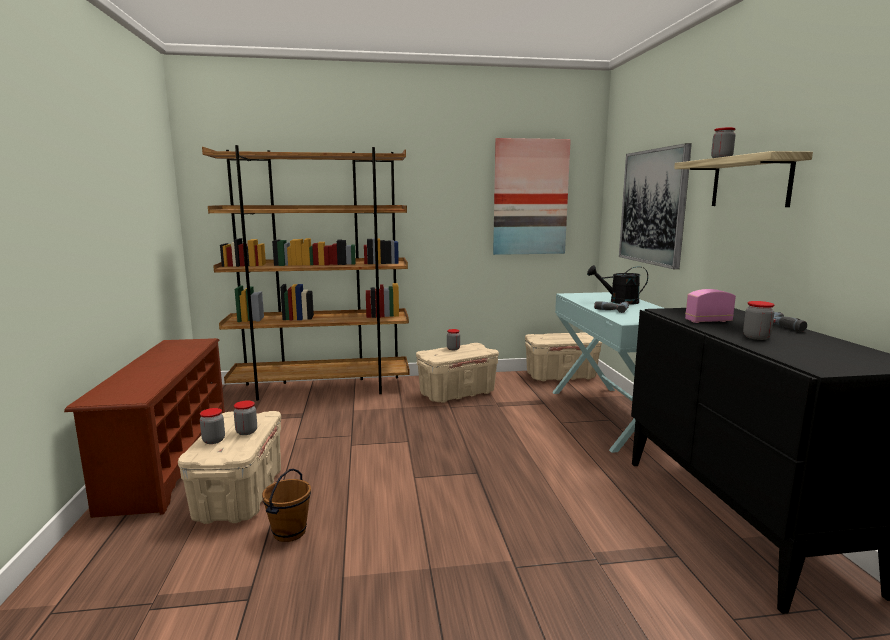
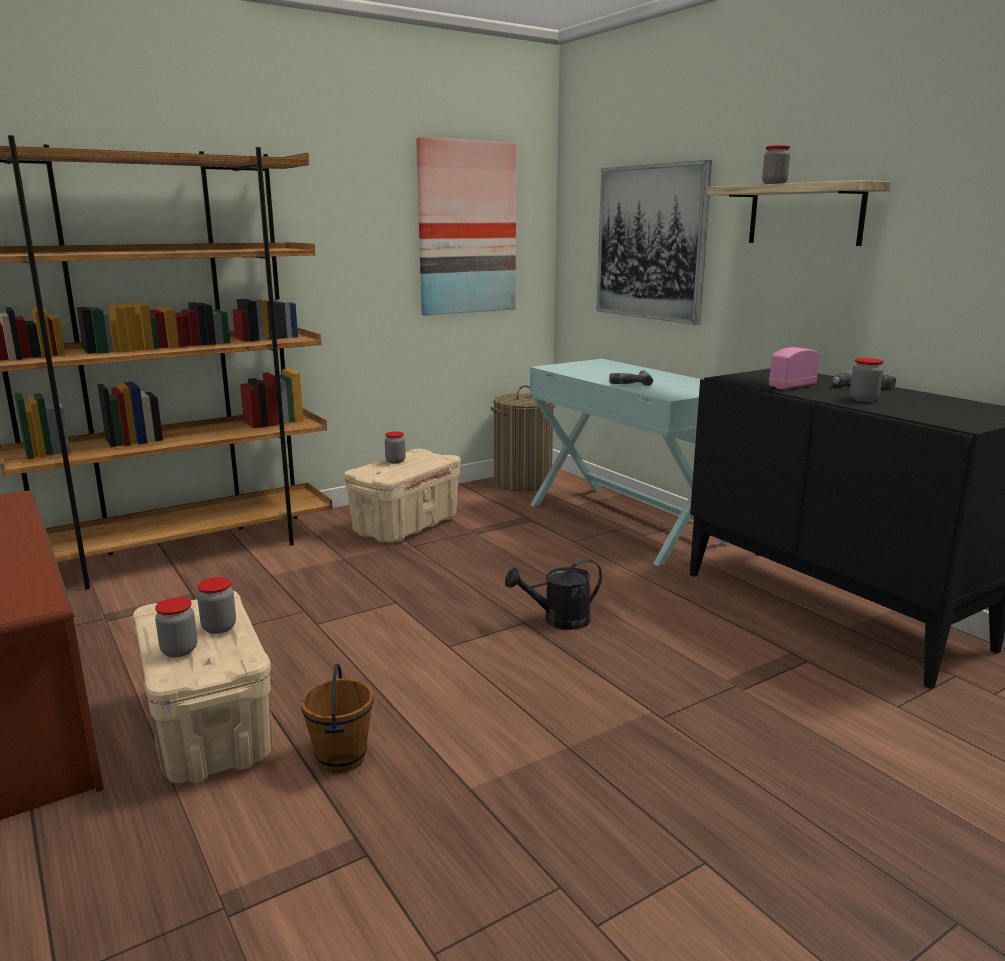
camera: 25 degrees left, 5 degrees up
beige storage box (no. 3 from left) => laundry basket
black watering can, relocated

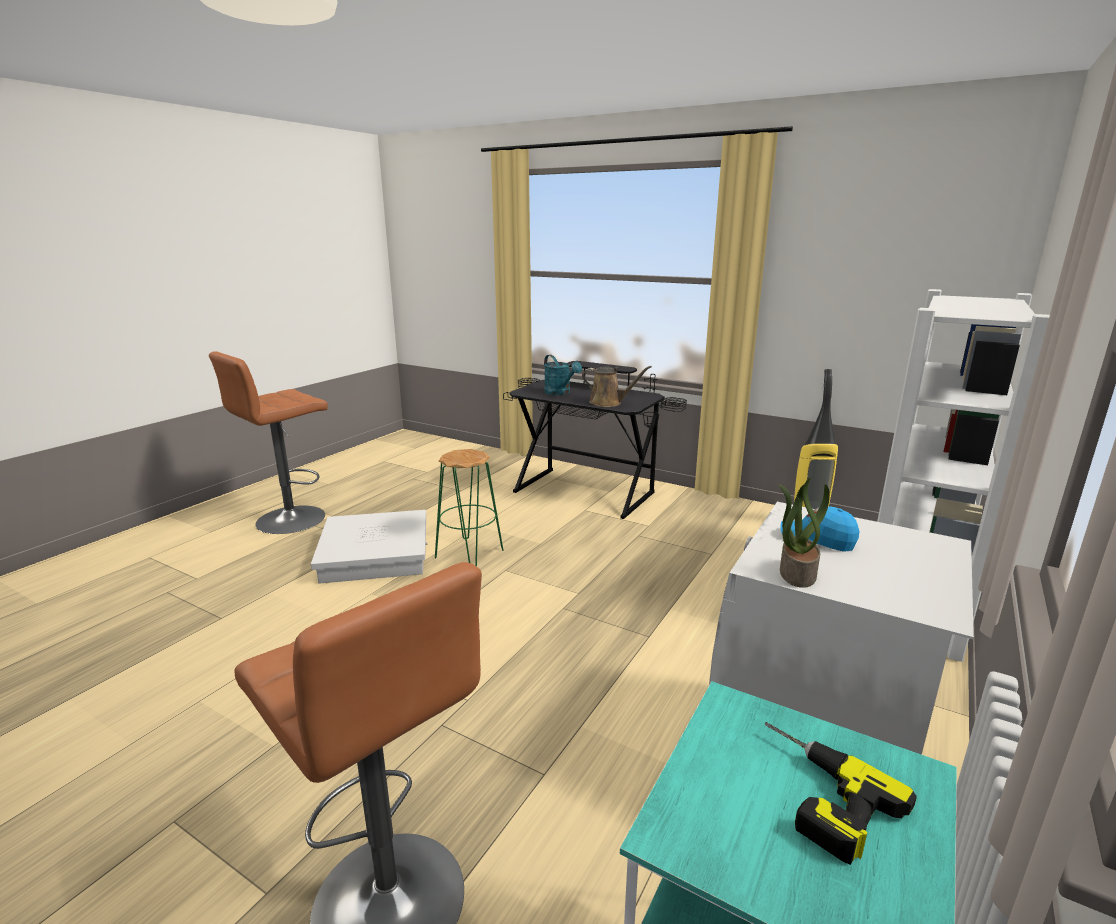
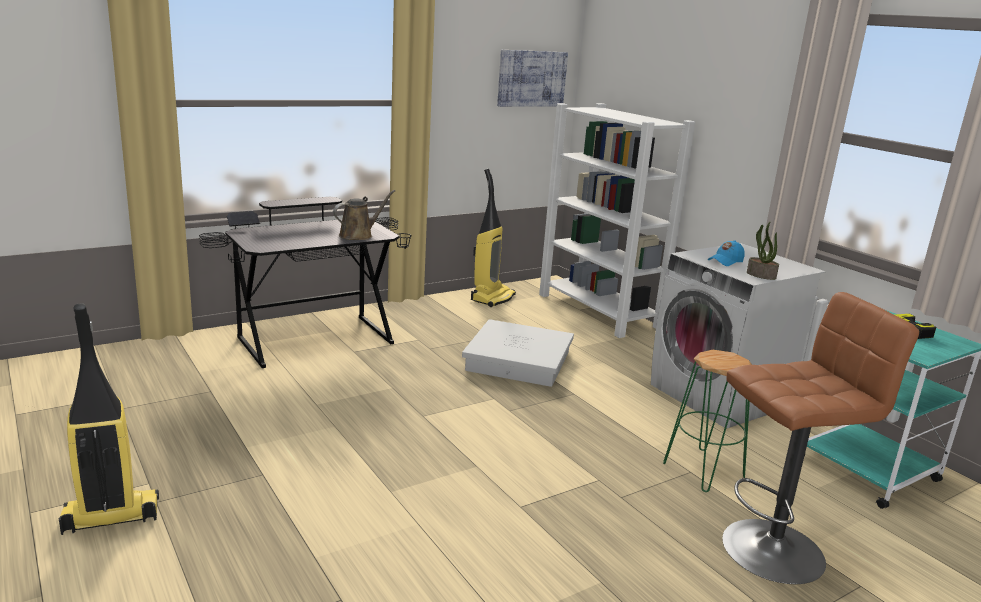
camera: 65 degrees left, 0 degrees up
brown stool (no. 1 from left) => vacuum cleaner (no. 1 from left)
white storage box, relocated
nothing => picture
green stool, relocated
turquoise watering can => nothing

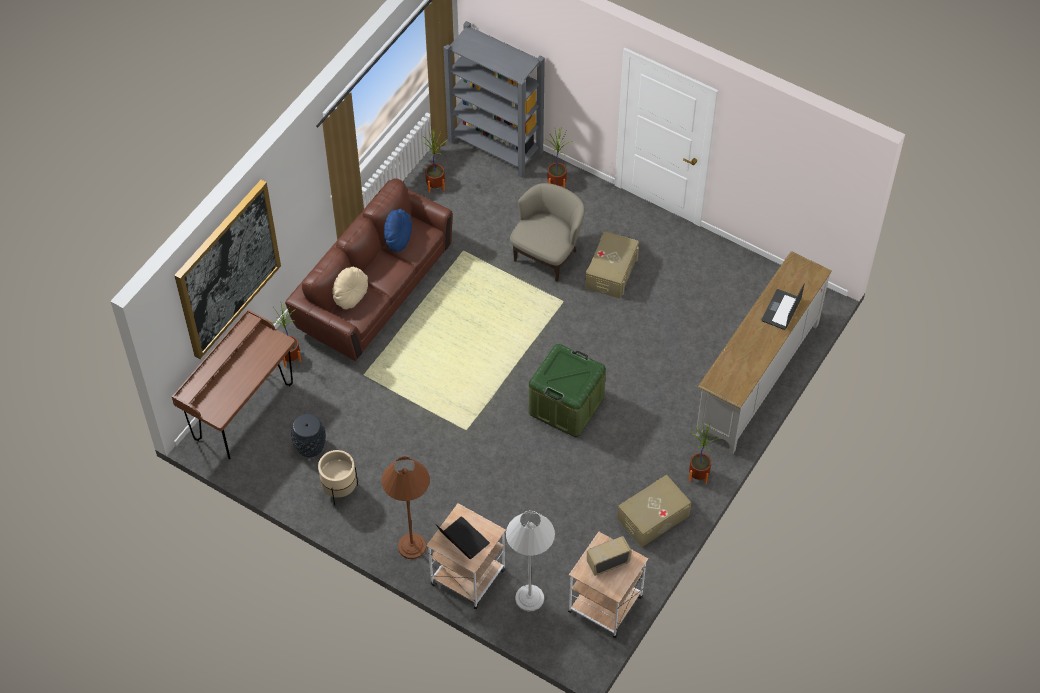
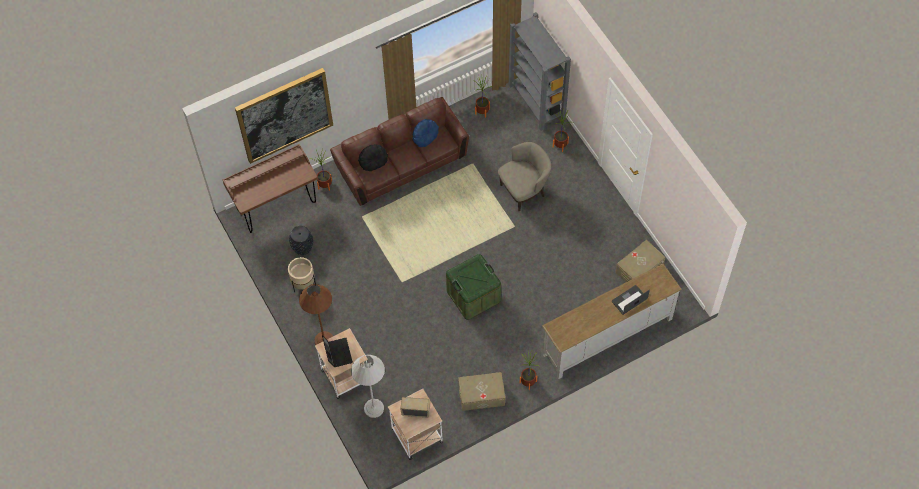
camera: 30 degrees right, 5 degrees up
beige pillow => black pillow
beige storage box (no. 1 from left in the first image) => beige storage box (no. 2 from left), relocated

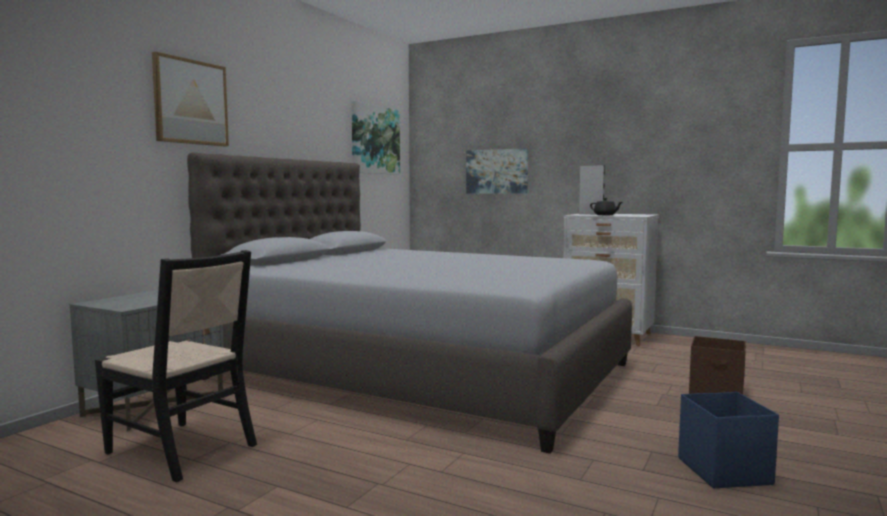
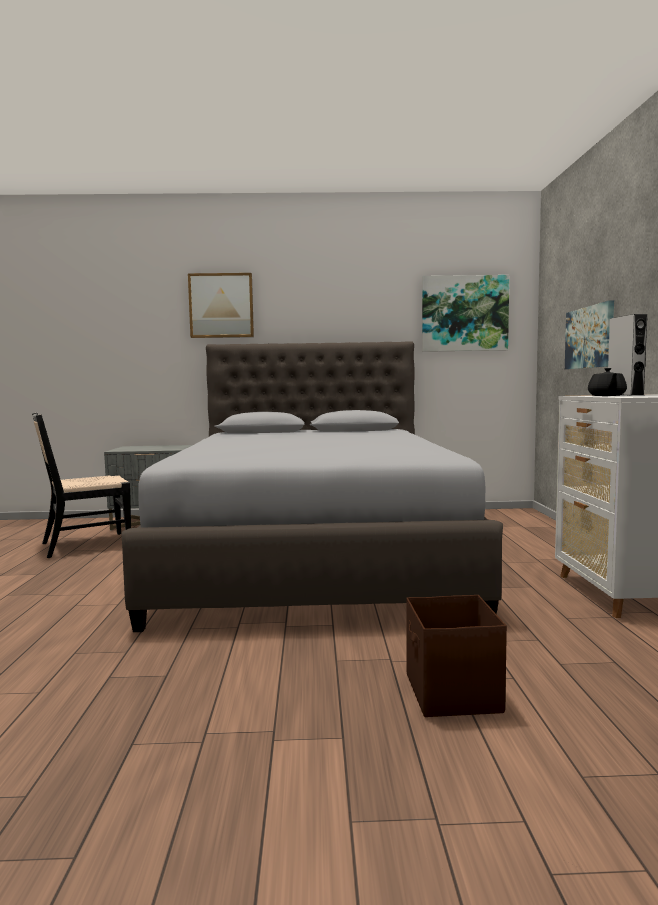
camera: 60 degrees right, 0 degrees up
chair, 60 degrees clockwise
blue storage box => nothing

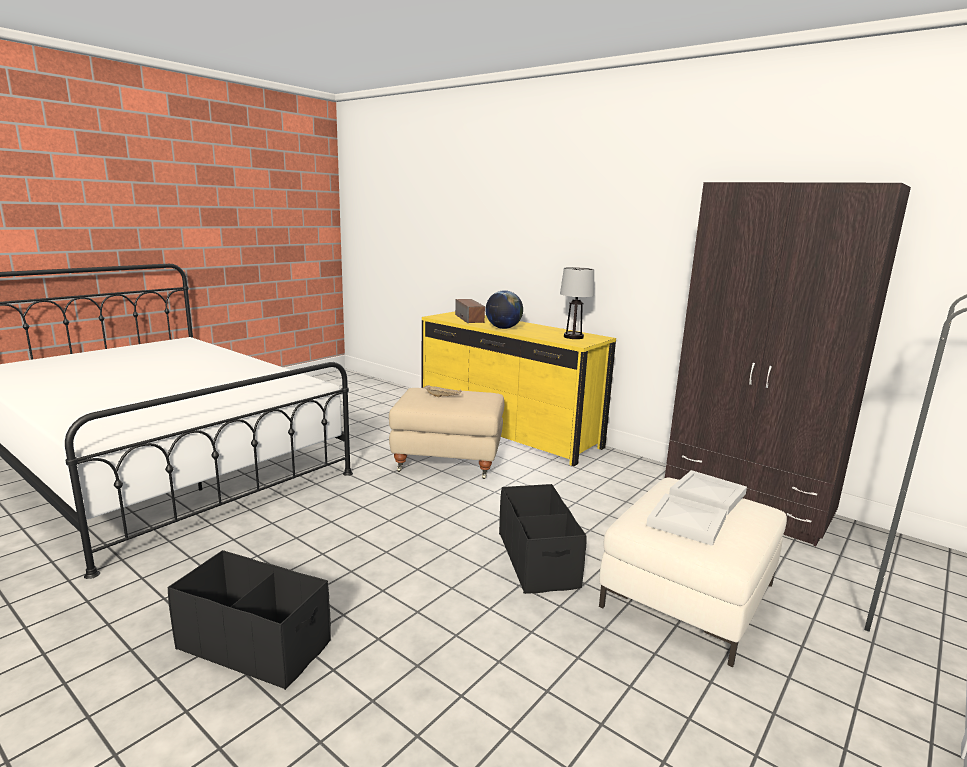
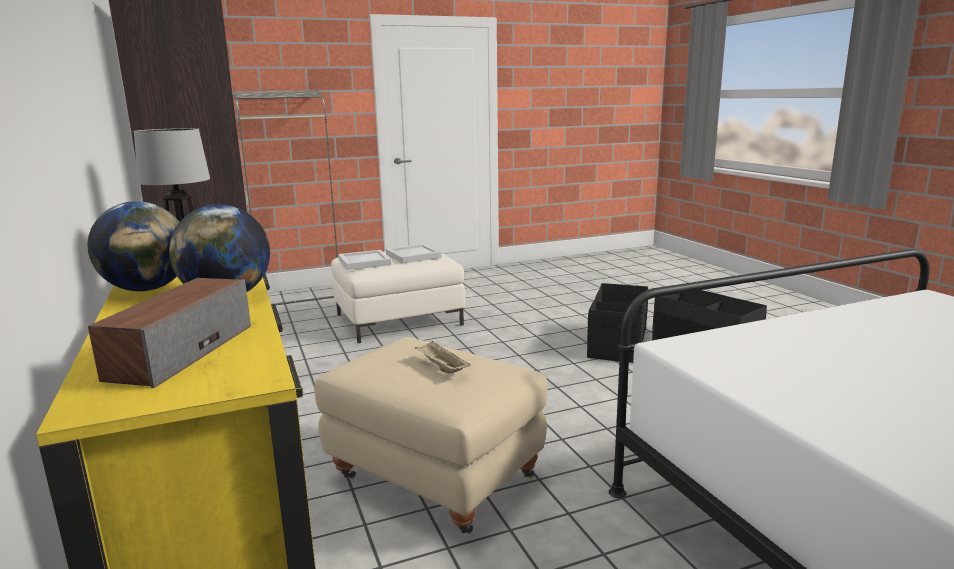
camera: 150 degrees left, 0 degrees up
nothing => globe (no. 1 from left)
black storage box (no. 2 from left in the first image) => black storage box (no. 1 from left), relocated

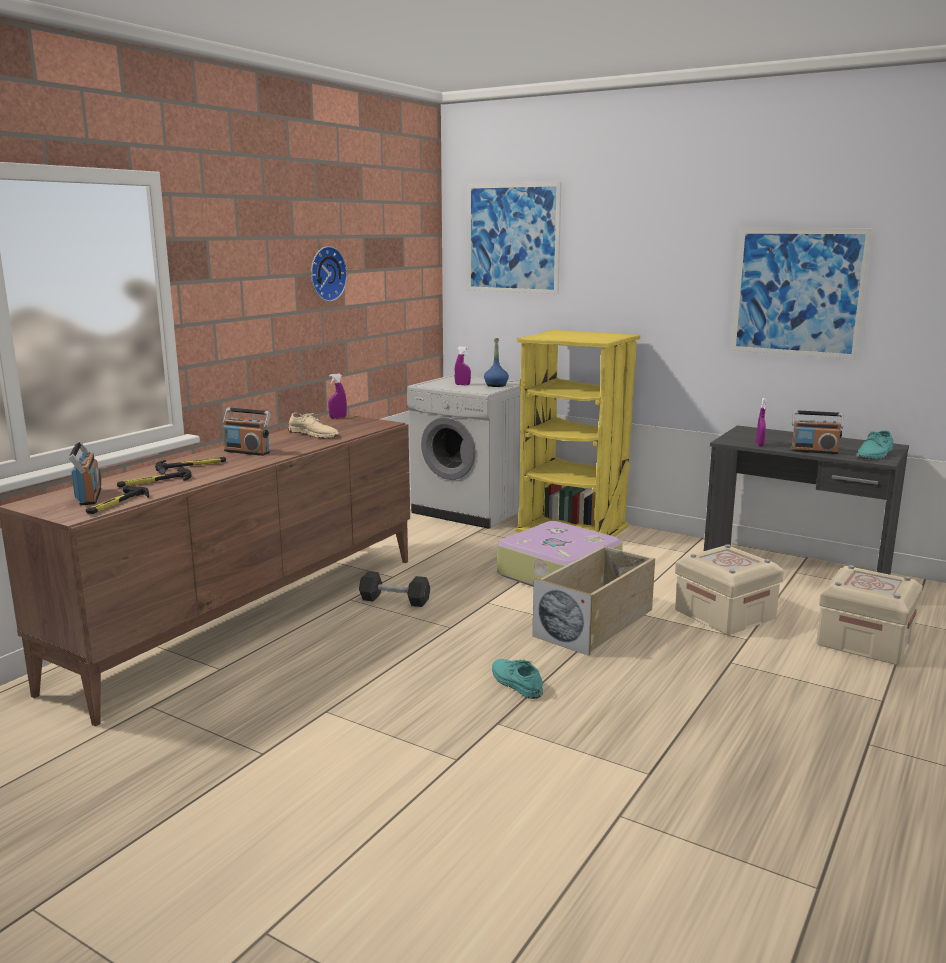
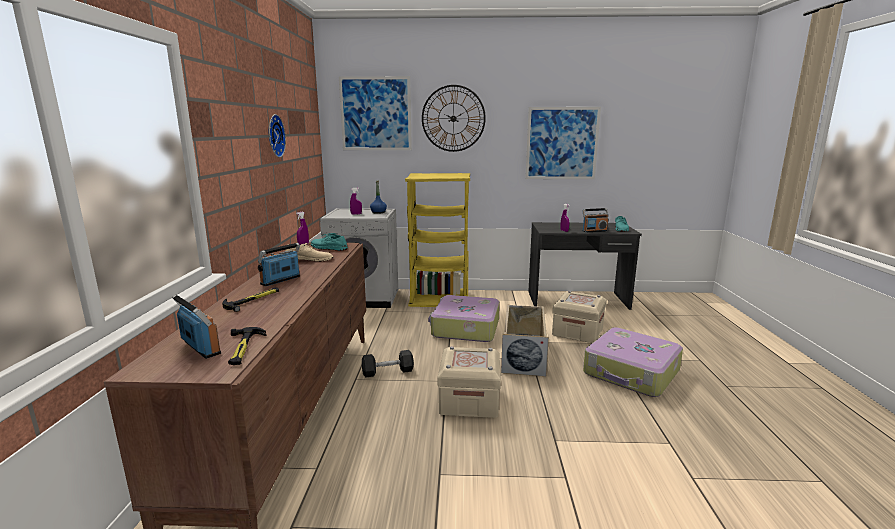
camera: 30 degrees left, 0 degrees up
radio (no. 2 from left), 135 degrees clockwise
turquoise shoe (no. 1 from left), relocated
nothing => wall clock (no. 2 from left)
beige storage box (no. 3 from left in the first image) => beige storage box (no. 1 from left), relocated
nothing => suitcase (no. 2 from left)
hammer (no. 2 from left) => nothing

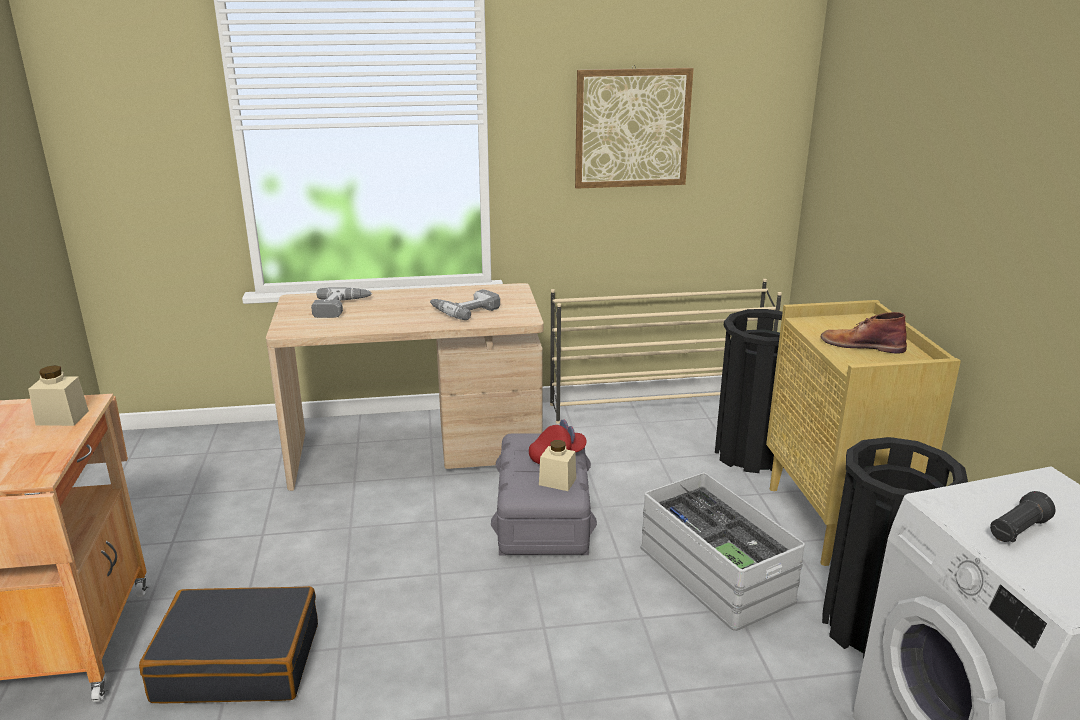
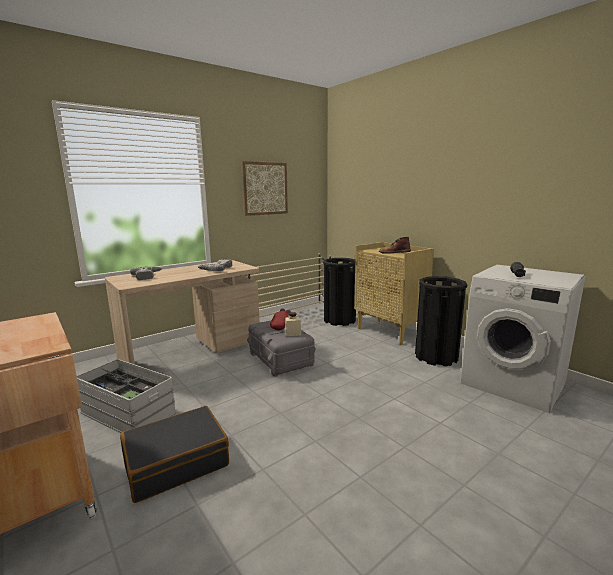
camera: 30 degrees left, 10 degrees down
grey storage box (no. 2 from left in the first image) => grey storage box (no. 1 from left), relocated
beige jar (no. 1 from left) => nothing

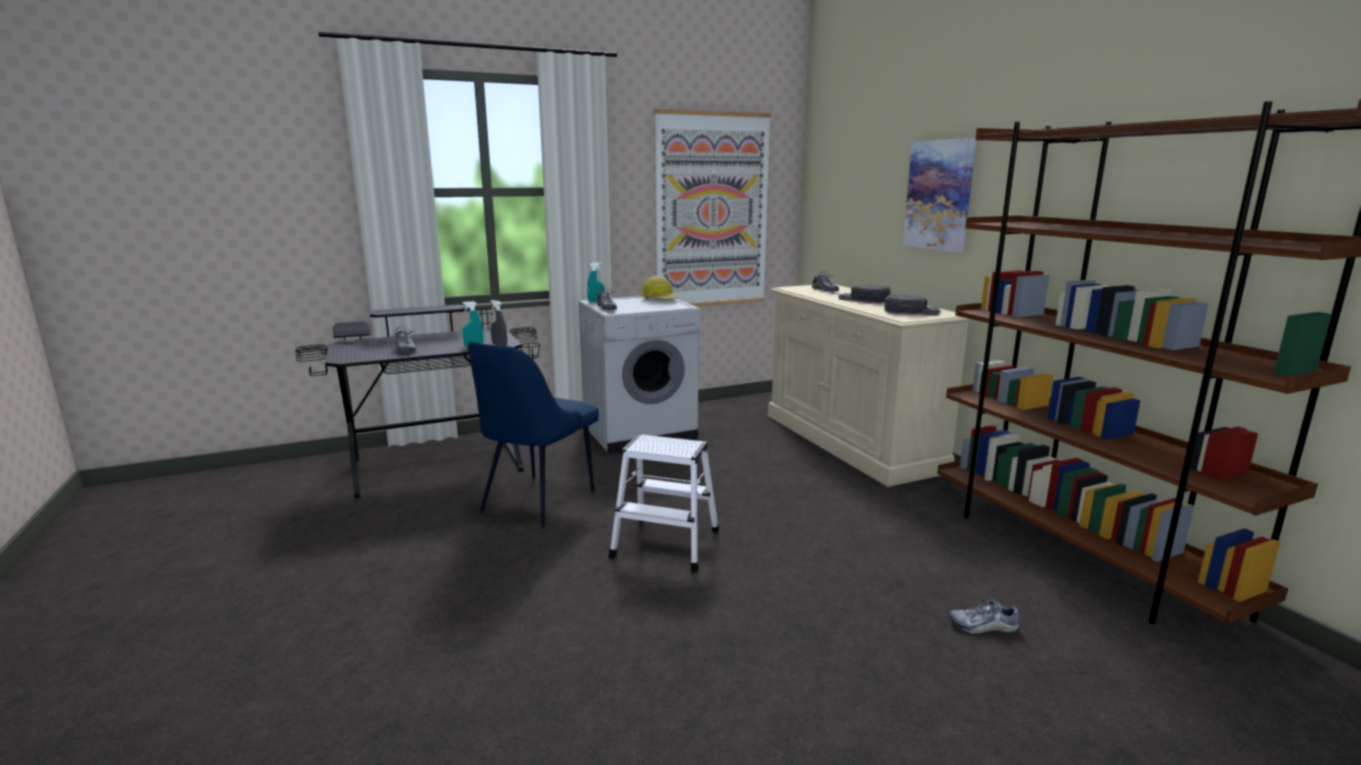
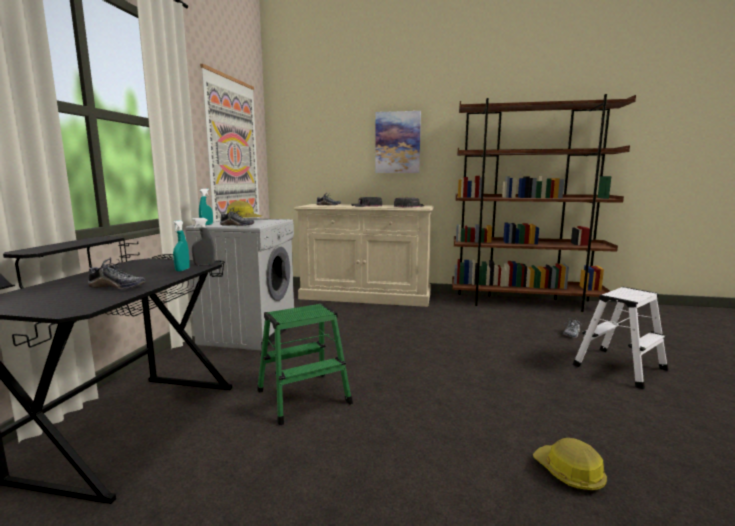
camera: 55 degrees left, 5 degrees down
blue chair => green step ladder
nothing => hard hat (no. 2 from left)
white step ladder, relocated

